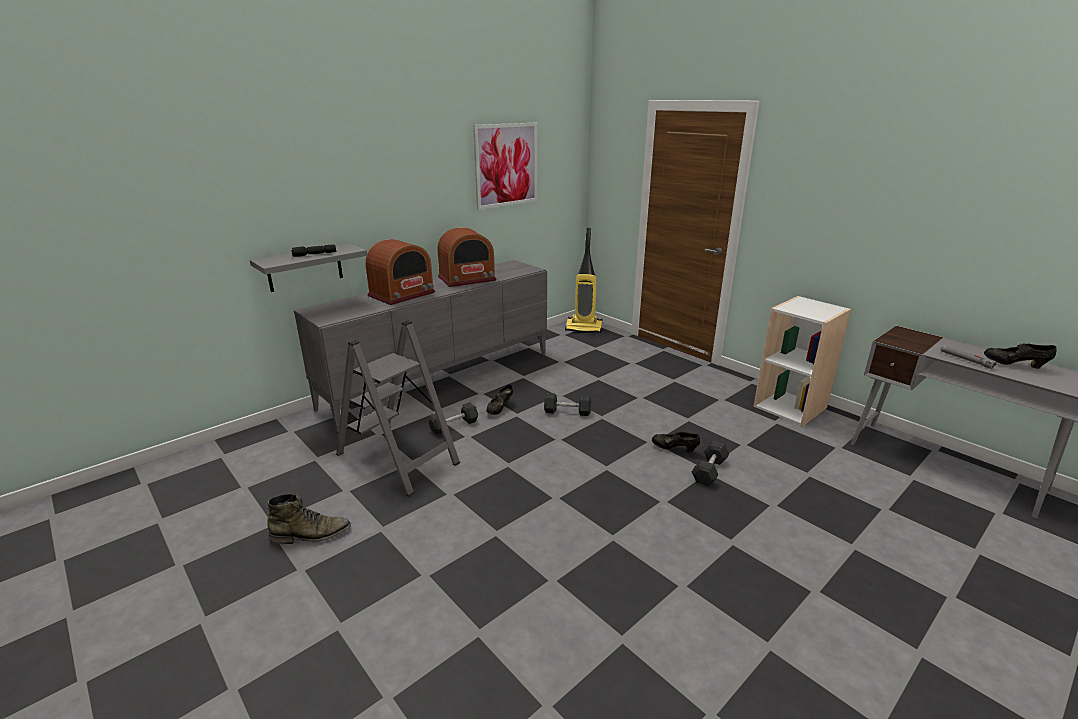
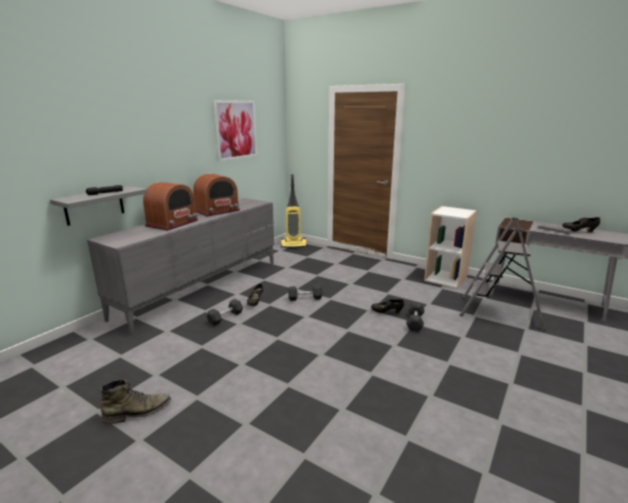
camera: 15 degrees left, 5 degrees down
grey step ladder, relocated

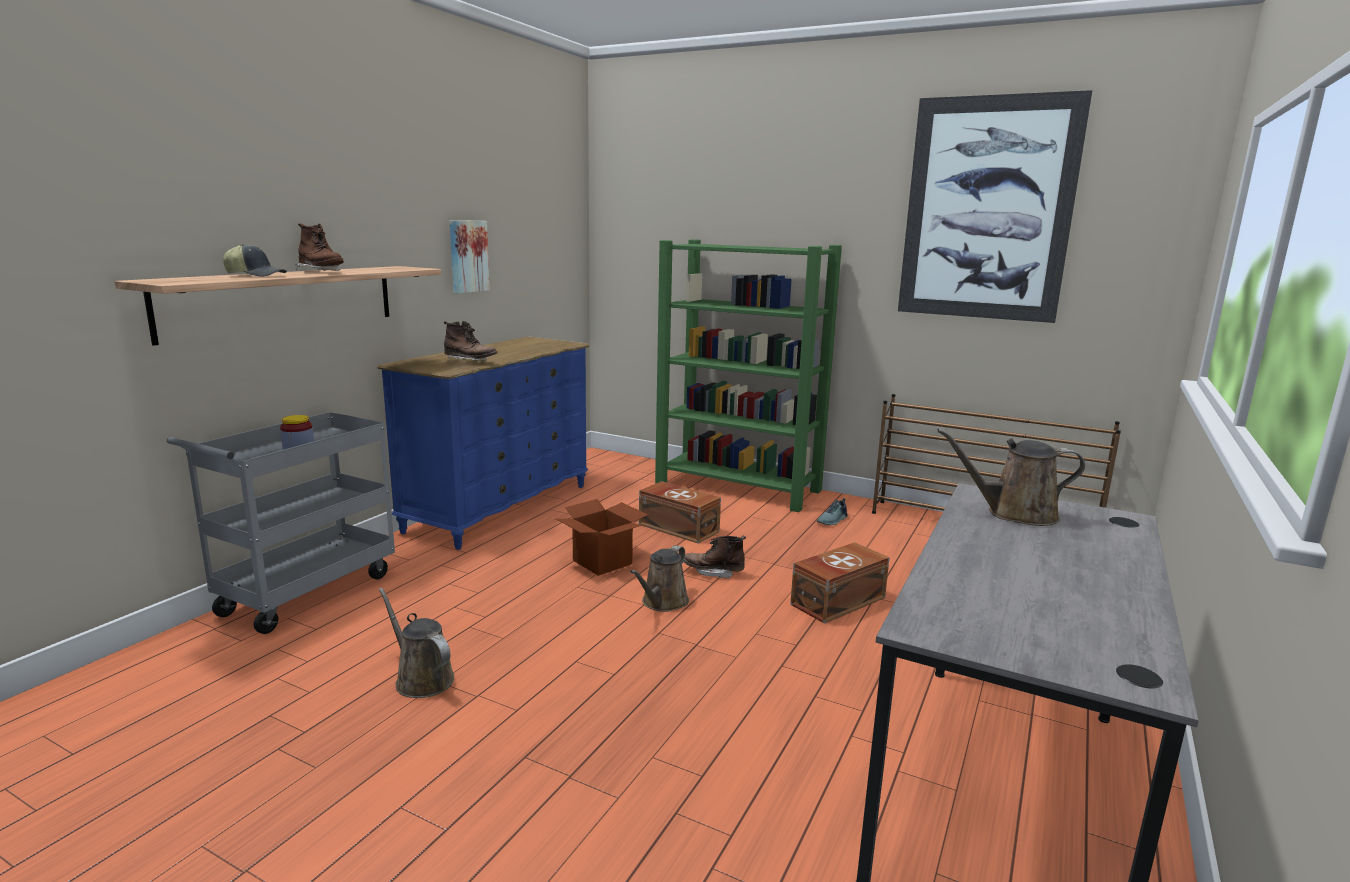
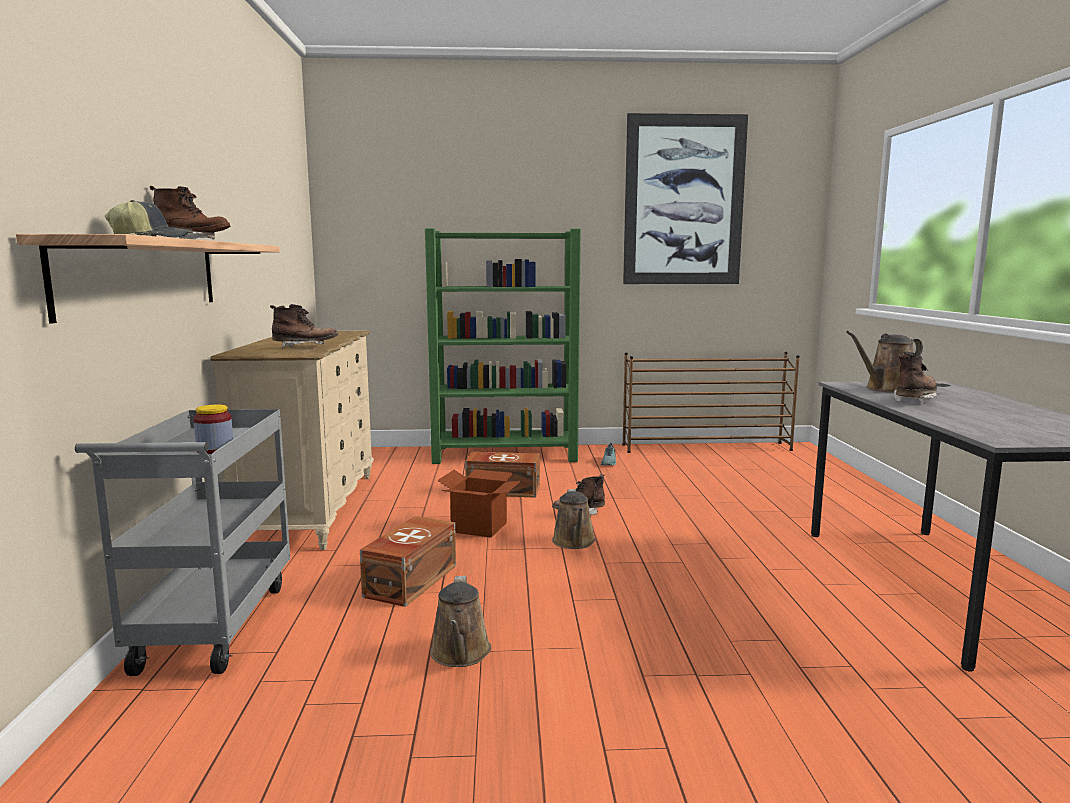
camera: 30 degrees left, 5 degrees down
blue dresser => beige dresser
brown storage box (no. 2 from left in the first image) => brown storage box (no. 1 from left), relocated
brown watering can (no. 1 from left), 105 degrees counterclockwise
nothing => brown boot (no. 4 from left)
picture (no. 1 from left) => nothing

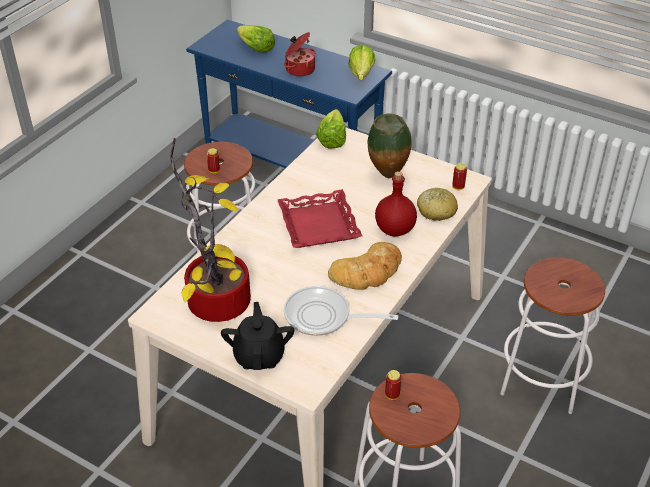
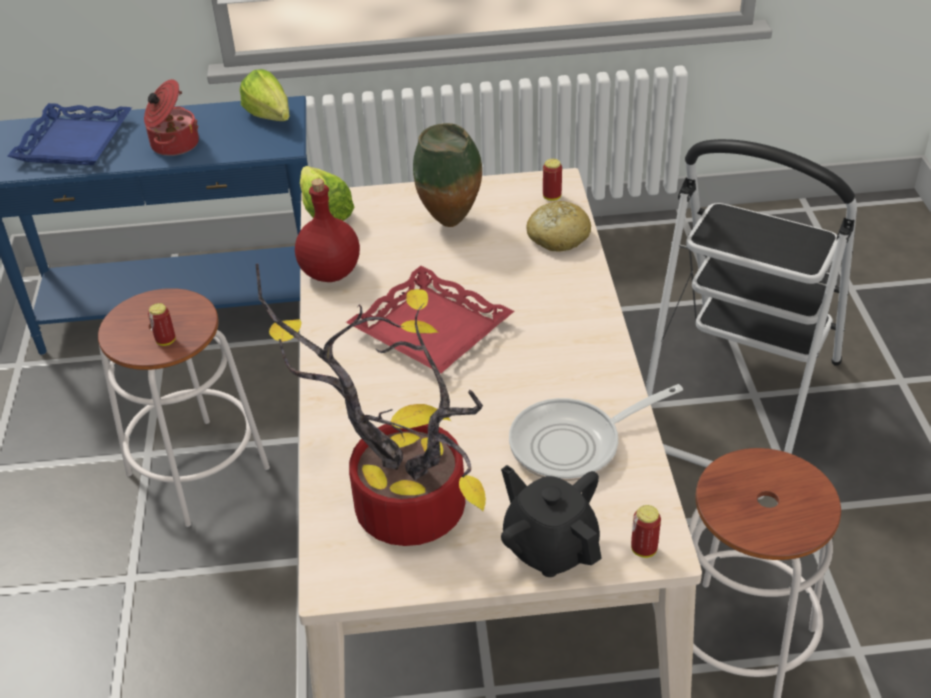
camera: 35 degrees left, 0 degrees up
lettuce (no. 1 from left) => blue tray
red bottle, relocated
can (no. 2 from left in the first image) => can (no. 3 from left), relocated
white stool (no. 3 from left) => step ladder
bread (no. 1 from left) => nothing

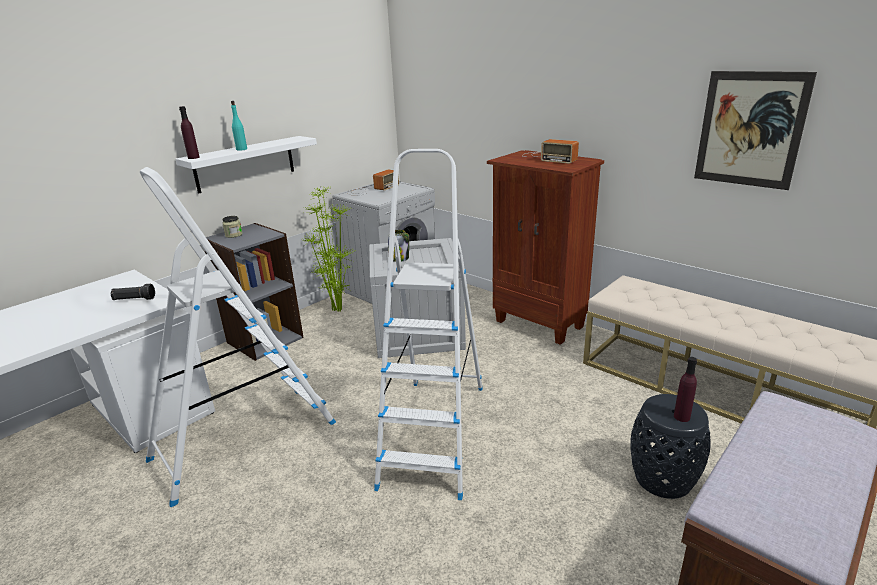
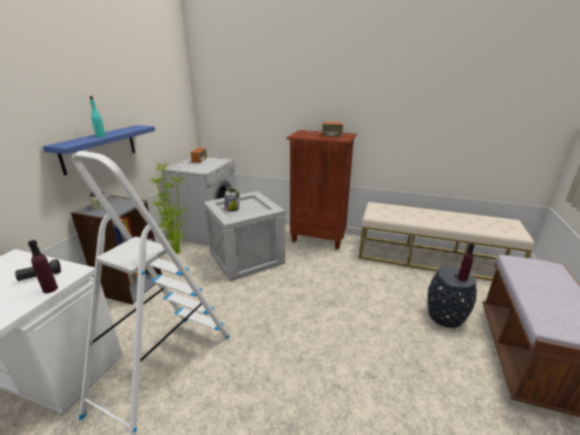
camera: 25 degrees left, 0 degrees up
purple bottle (no. 1 from left), relocated
white shelf => blue shelf
white step ladder (no. 2 from left) => nothing
picture => nothing

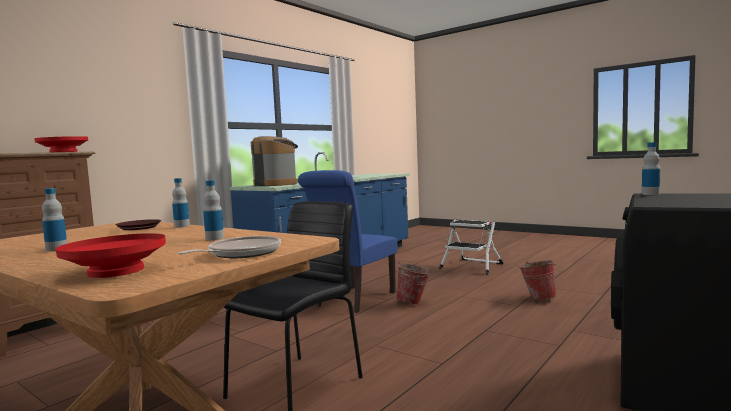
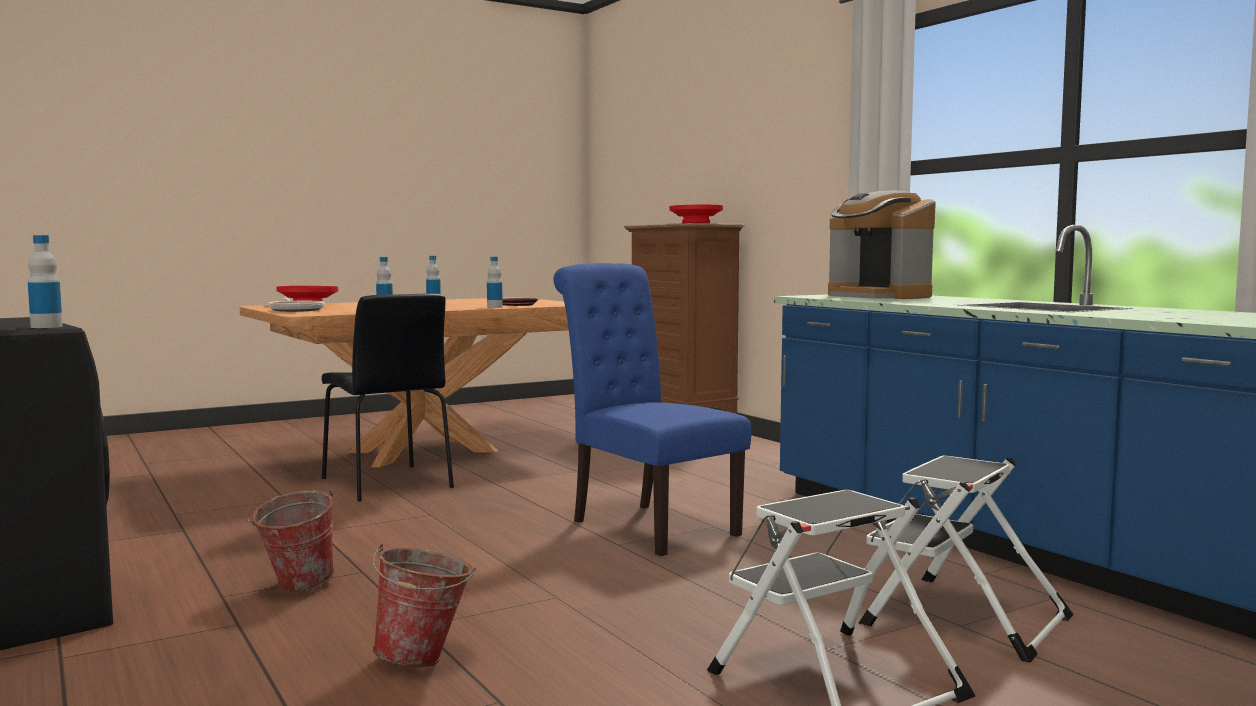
camera: 110 degrees right, 0 degrees up
bucket (no. 1 from left), relocated
coffee machine, 75 degrees clockwise
nothing => step ladder (no. 2 from left)

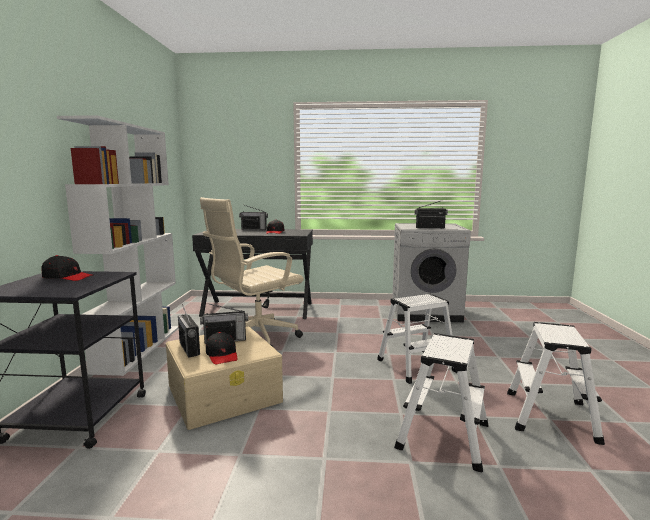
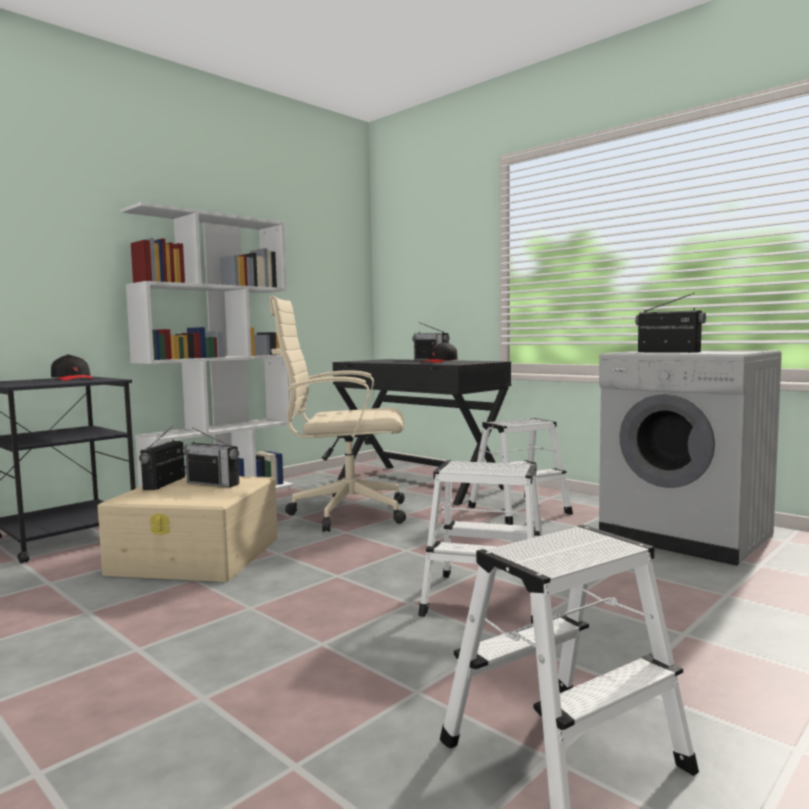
camera: 40 degrees right, 5 degrees down
white step ladder (no. 2 from left), relocated
black cap (no. 2 from left) => nothing

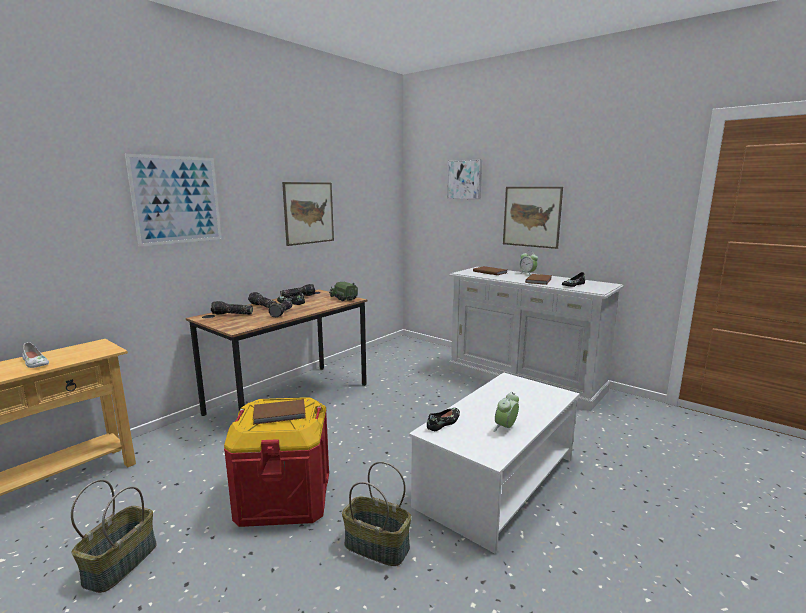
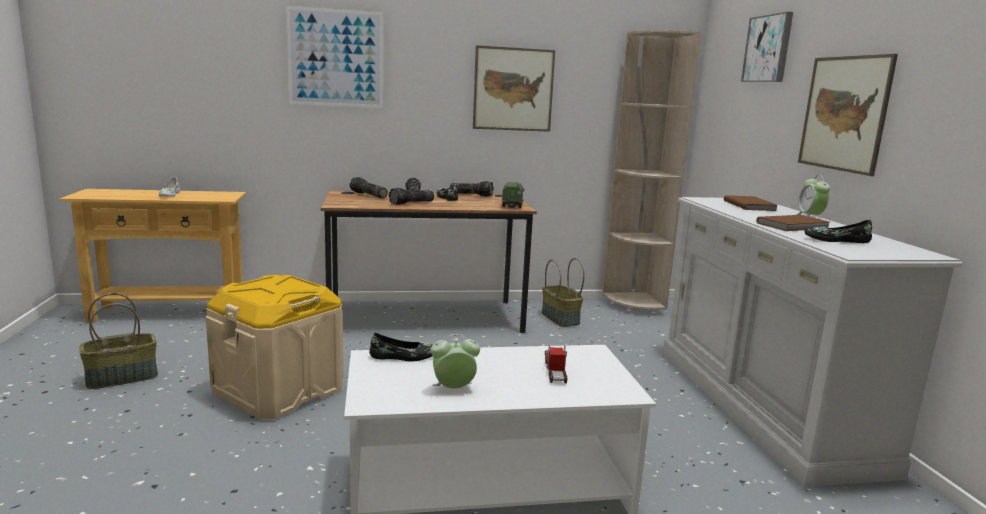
camera: 40 degrees right, 0 degrees up
red storage box => beige storage box
basket (no. 2 from left), relocated
nothing => toy truck (no. 2 from left)
nothing => beige bookcase
brown book (no. 1 from left) => nothing

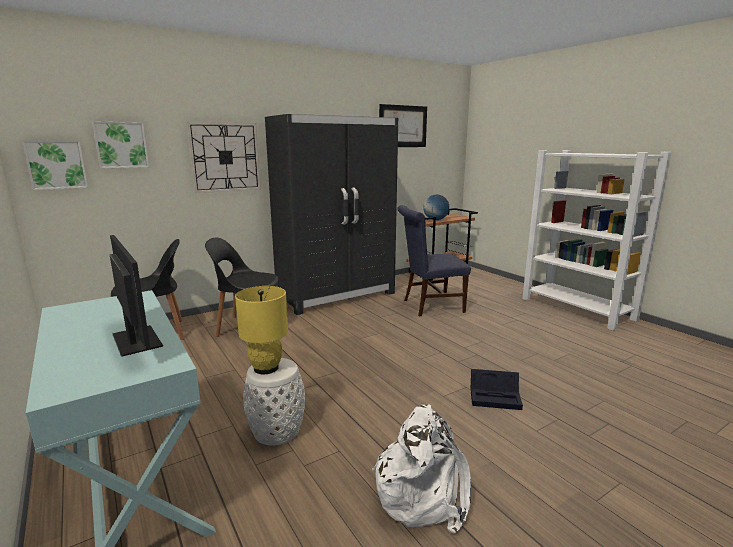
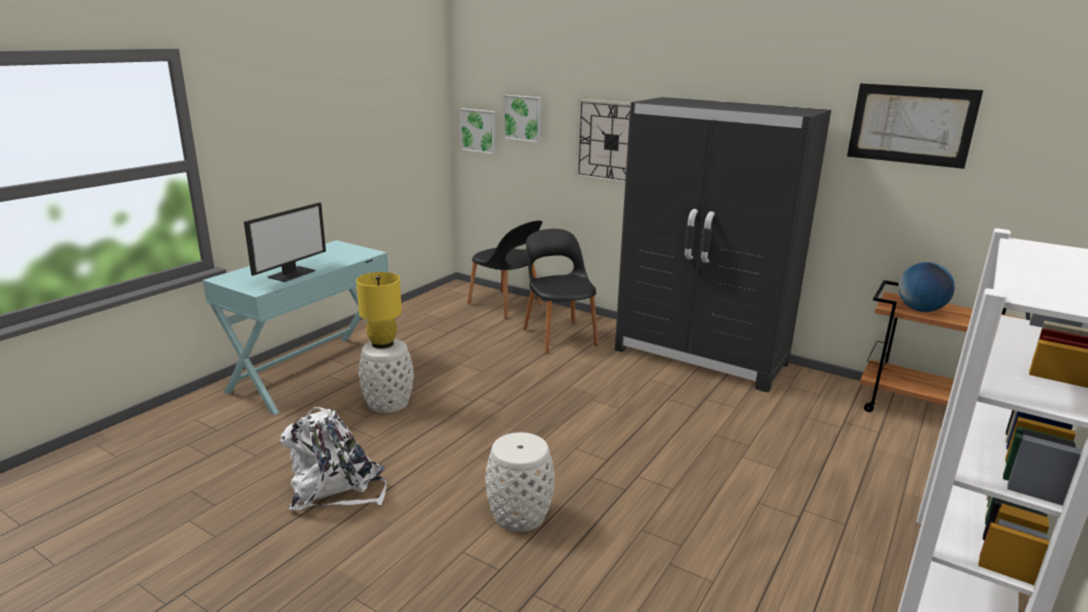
camera: 65 degrees right, 5 degrees up
black storage box => white stool (no. 2 from left)
blue chair => nothing

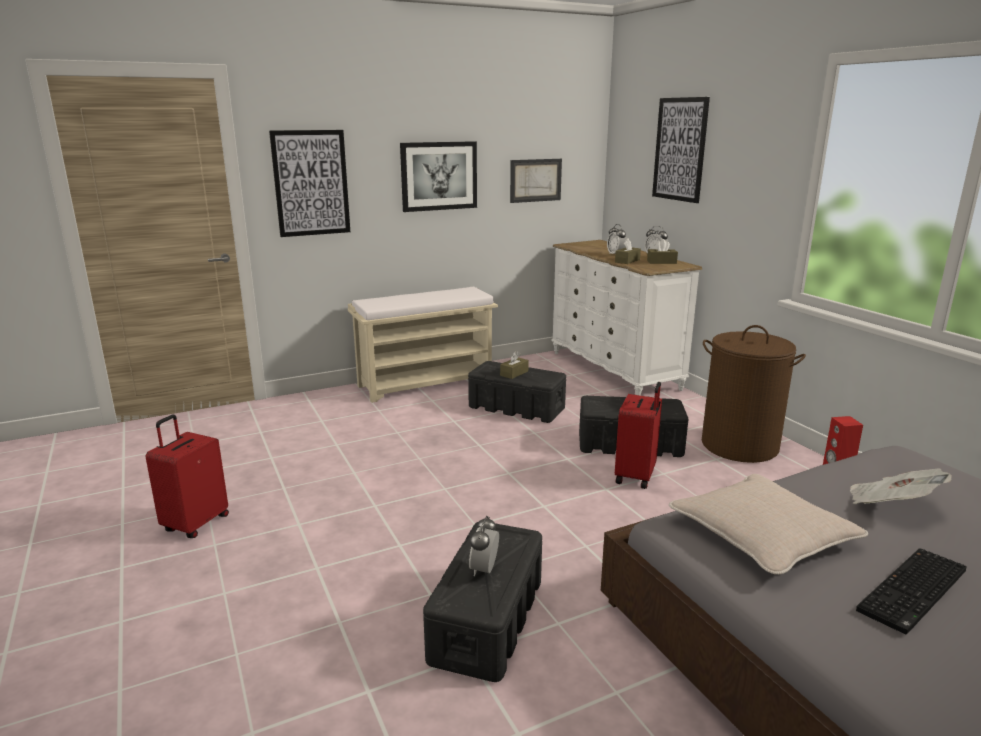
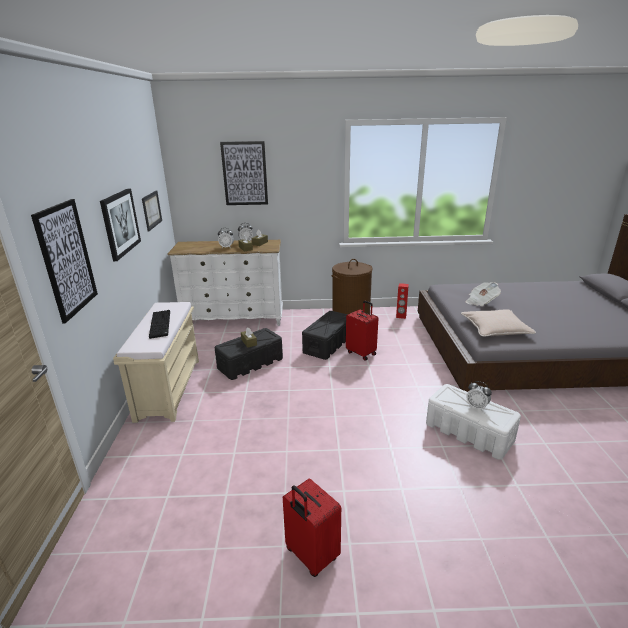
camera: 65 degrees left, 5 degrees up
keyboard, relocated
black storage box (no. 1 from left) => white storage box

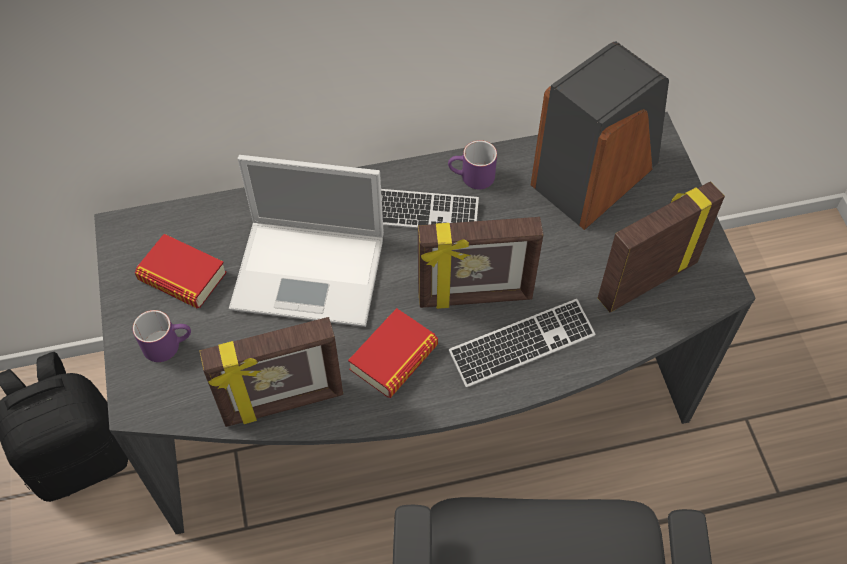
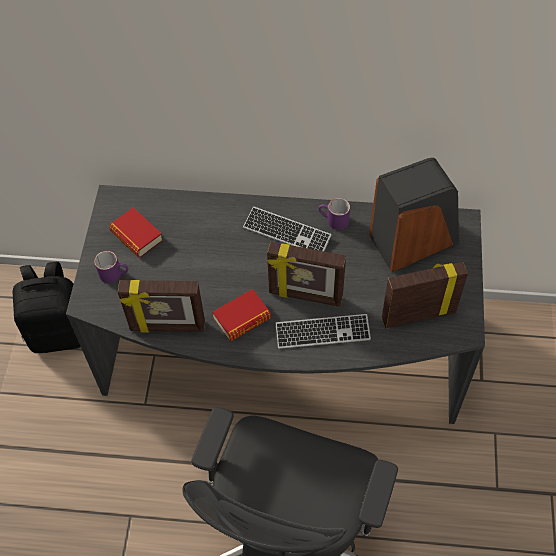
camera: 20 degrees right, 0 degrees up
laptop => nothing

